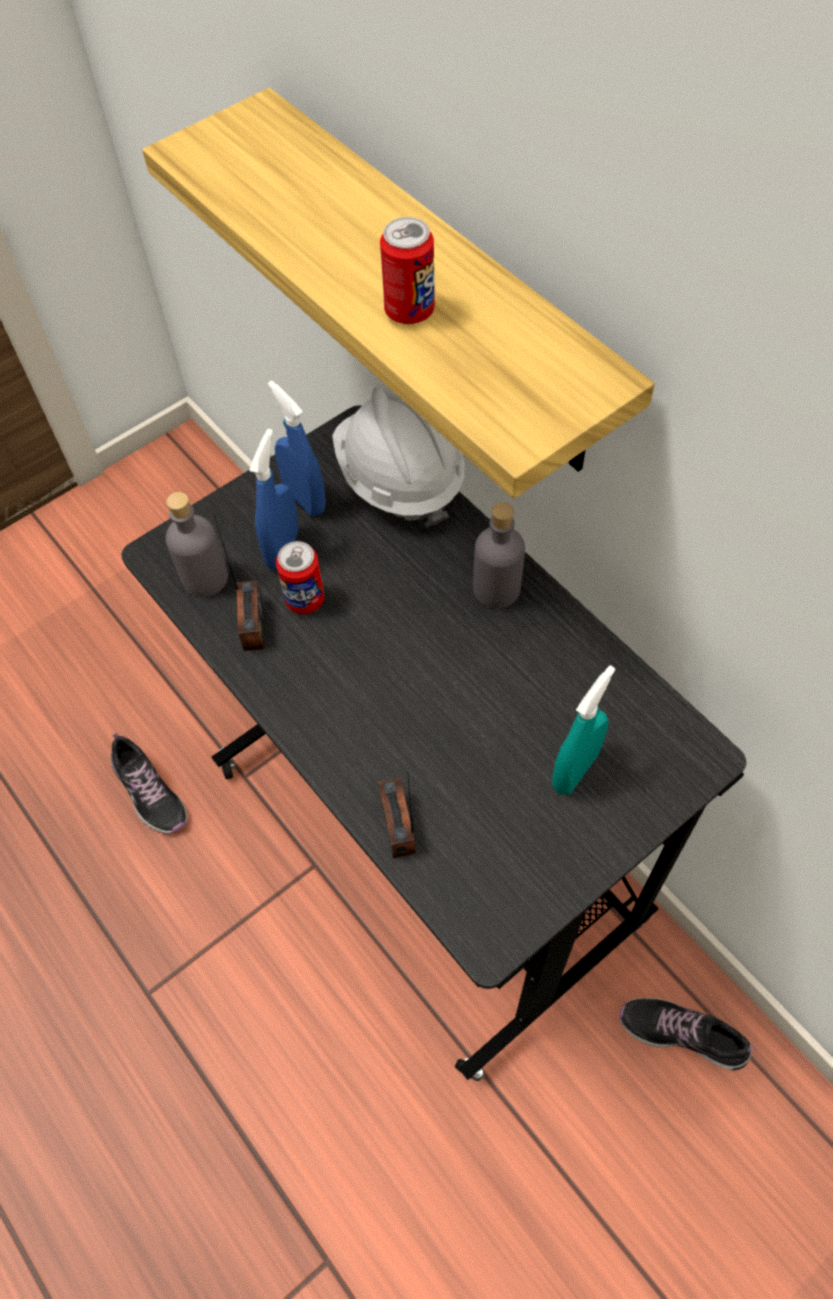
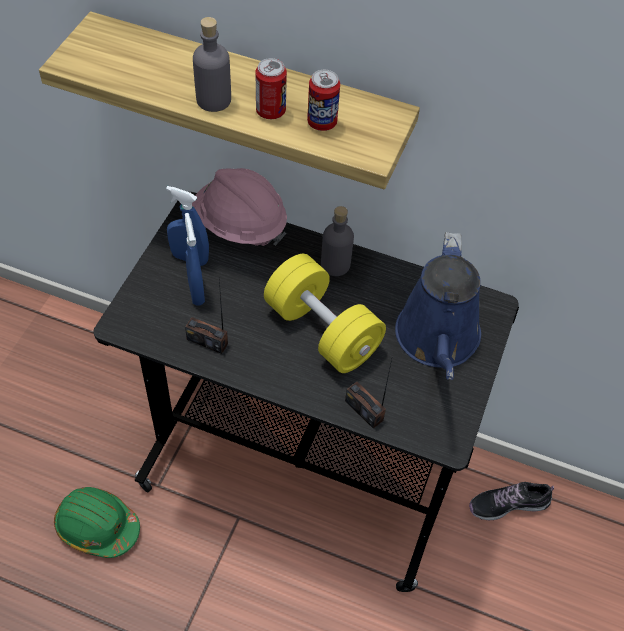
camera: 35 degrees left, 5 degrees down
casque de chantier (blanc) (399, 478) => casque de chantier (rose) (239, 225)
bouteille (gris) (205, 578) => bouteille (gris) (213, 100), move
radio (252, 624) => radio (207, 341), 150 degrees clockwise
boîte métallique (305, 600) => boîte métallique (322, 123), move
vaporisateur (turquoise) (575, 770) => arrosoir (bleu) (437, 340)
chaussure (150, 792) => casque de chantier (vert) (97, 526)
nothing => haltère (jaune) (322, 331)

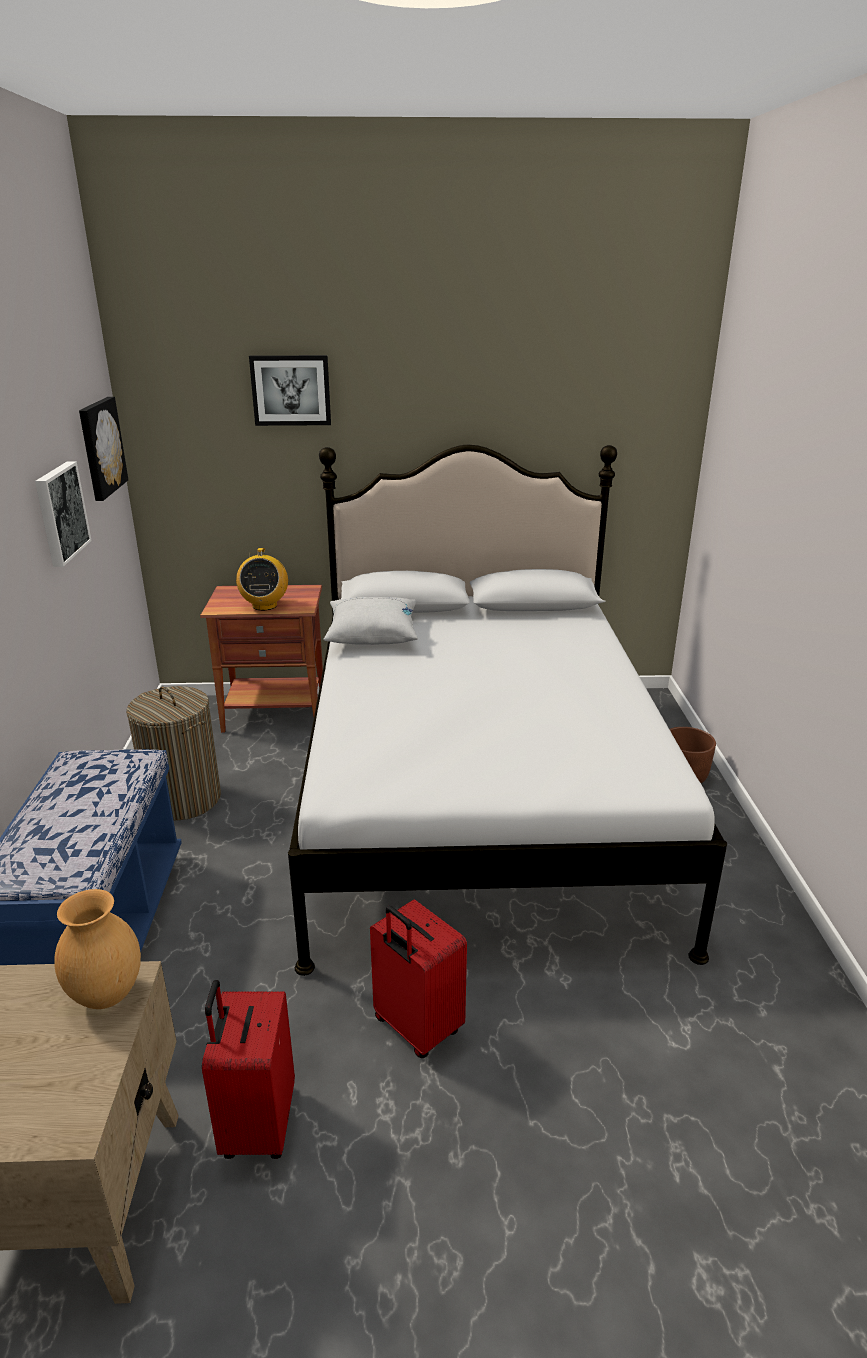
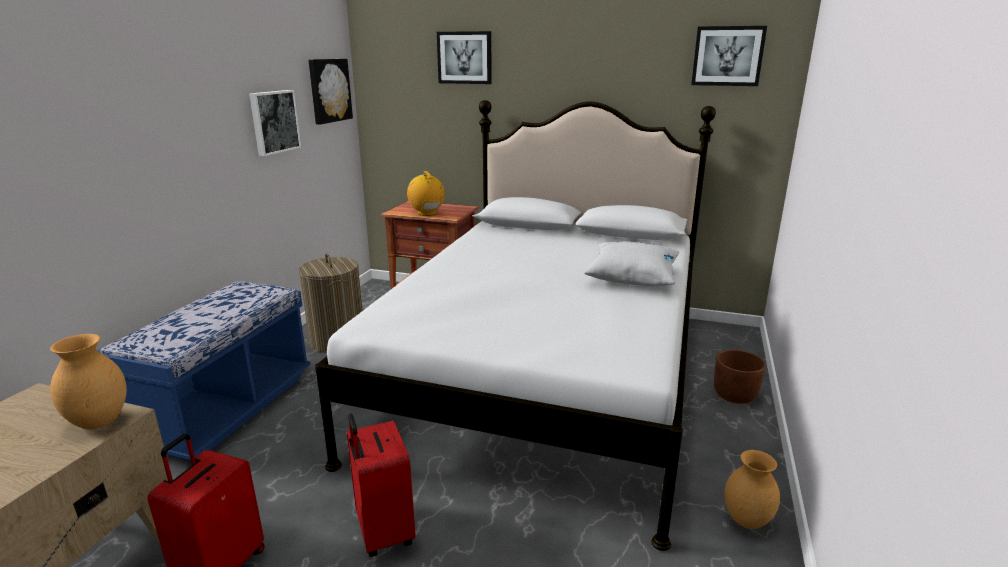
camera: 20 degrees right, 5 degrees down
radio (264, 606) => radio (427, 213), 135 degrees clockwise
coussin (gris) (372, 636) => coussin (gris) (632, 278), move
nothing => tableau (727, 56)
nothing => vase (marron) (747, 521)

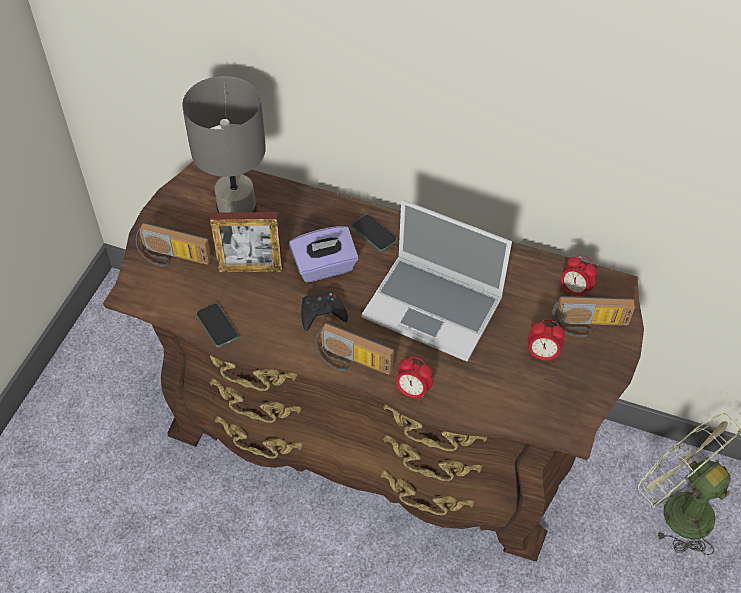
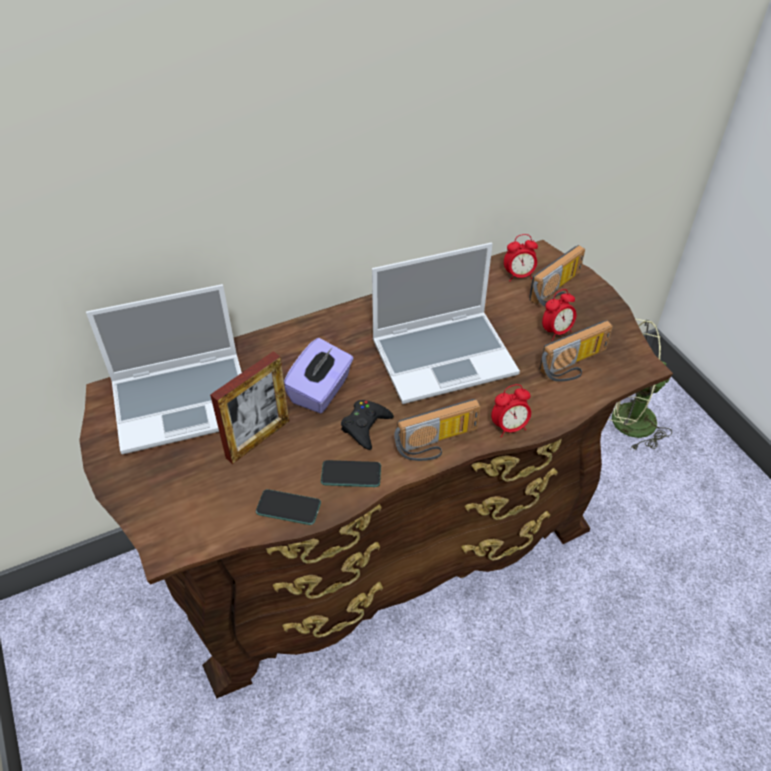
camera: 45 degrees left, 5 degrees down
lampe de table (gris) (238, 210) => ordinateur portable (184, 402)
téléphone (374, 233) => téléphone (351, 474), move
radio (172, 258) => radio (575, 366), move

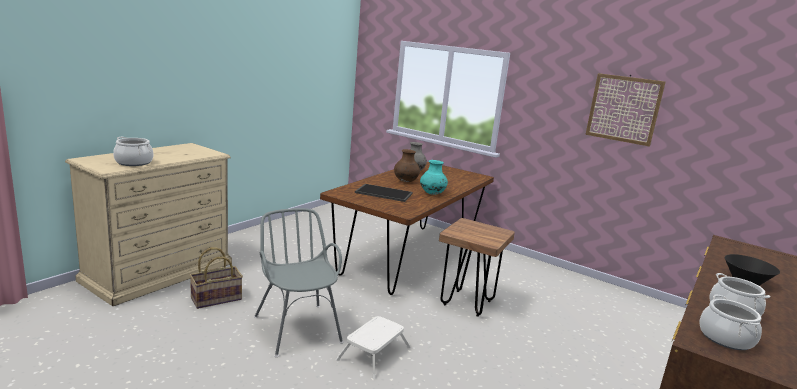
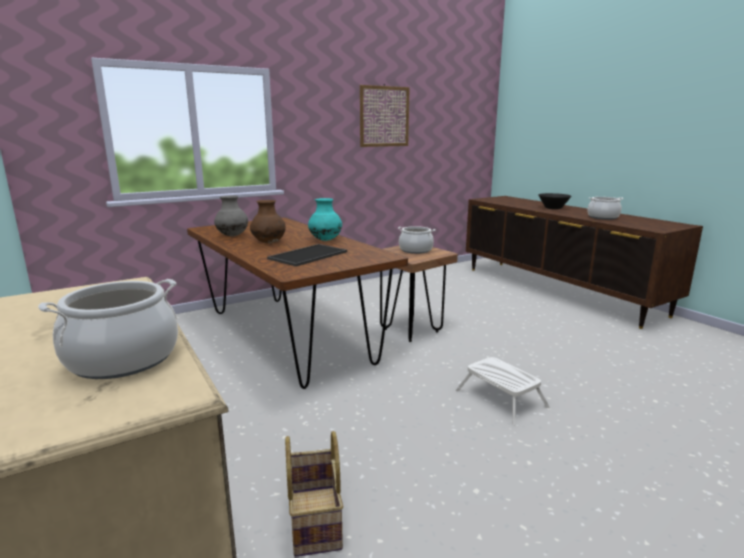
camera: 65 degrees left, 0 degrees up
chaise (gris) (296, 326) => nothing
marmite (726, 338) => marmite (415, 250), move

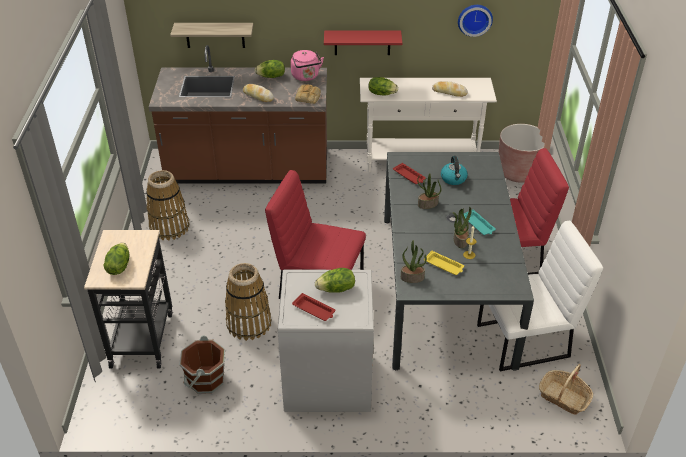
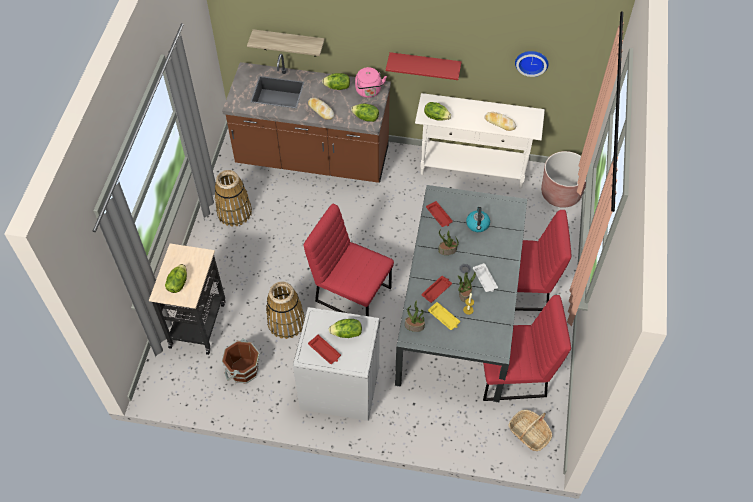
camera: 10 degrees right, 15 degrees up
pain (308, 97) => laitue (365, 118)
plateau (turquoise) (478, 225) => plateau (blanc) (485, 279)
chaise (blanc) (526, 340) => chaise (rouge) (513, 375)
nothing => plateau (rouge) (437, 290)

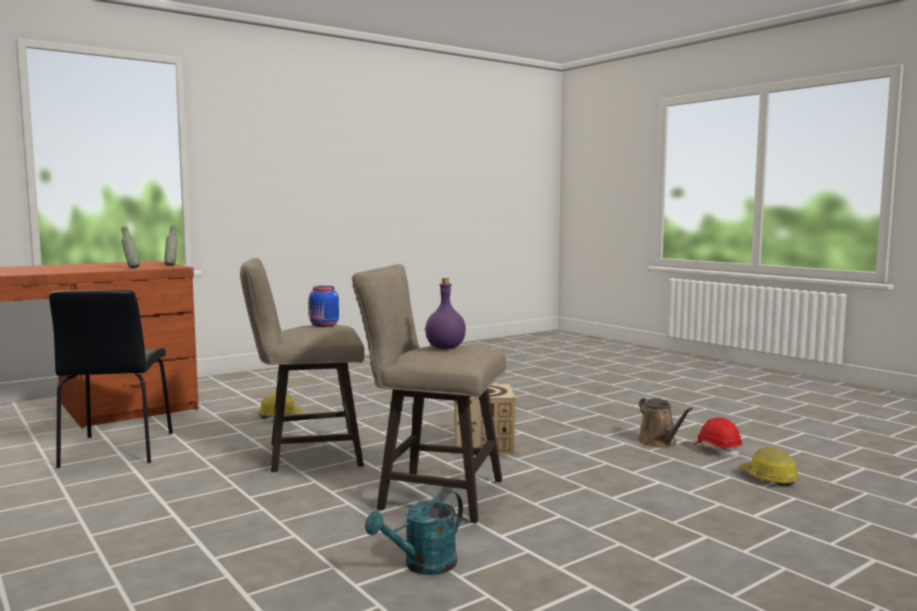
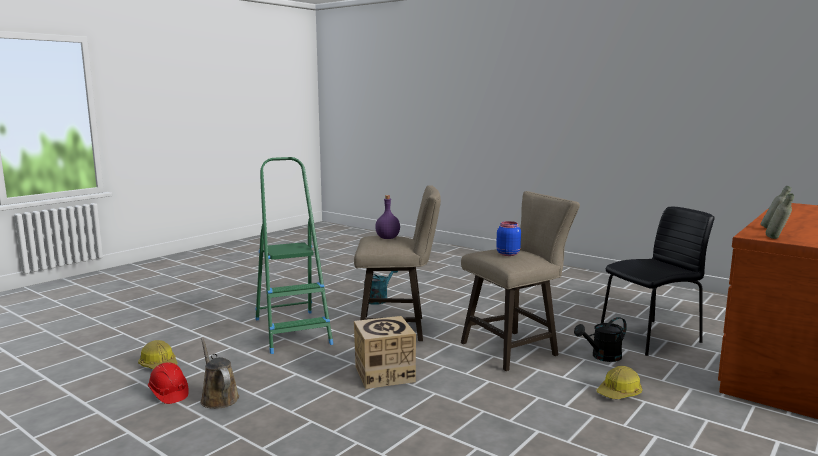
camera: 165 degrees right, 5 degrees up
chaise (noir) (117, 451) => chaise (noir) (652, 336), 90 degrees clockwise
nothing => escabeau (vert) (292, 331)
nothing => arrosoir (noir) (602, 357)

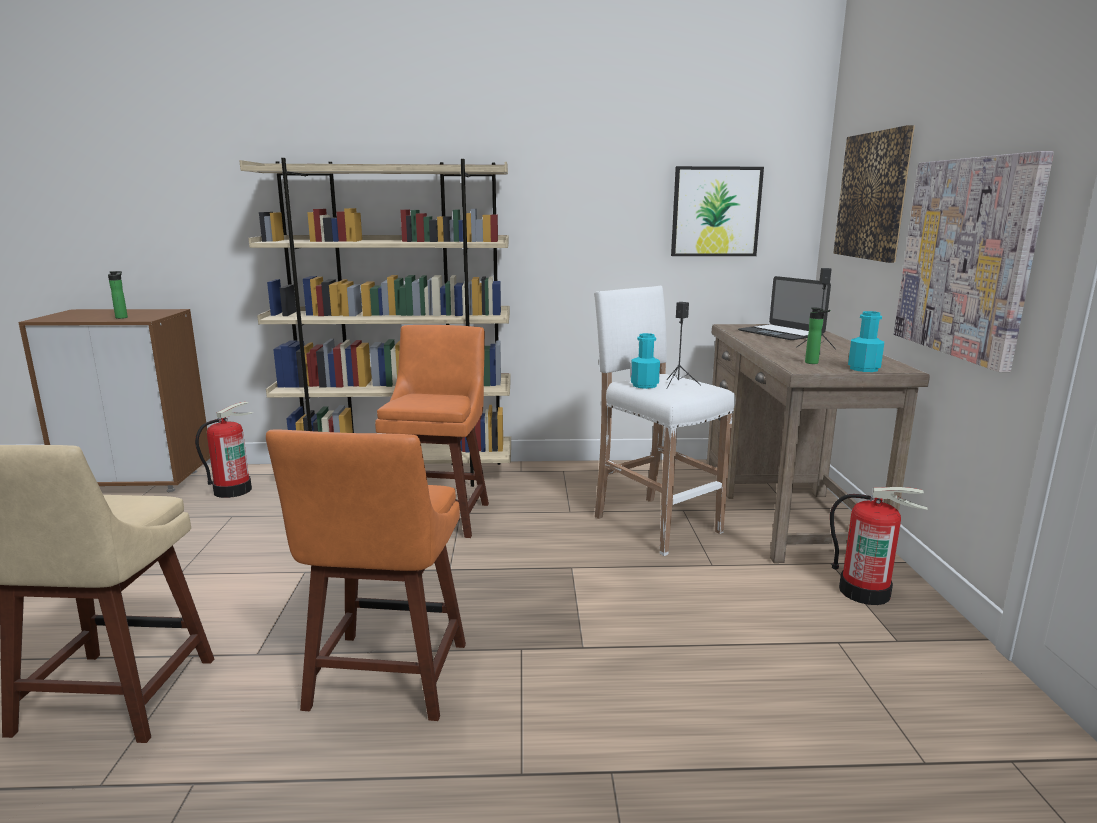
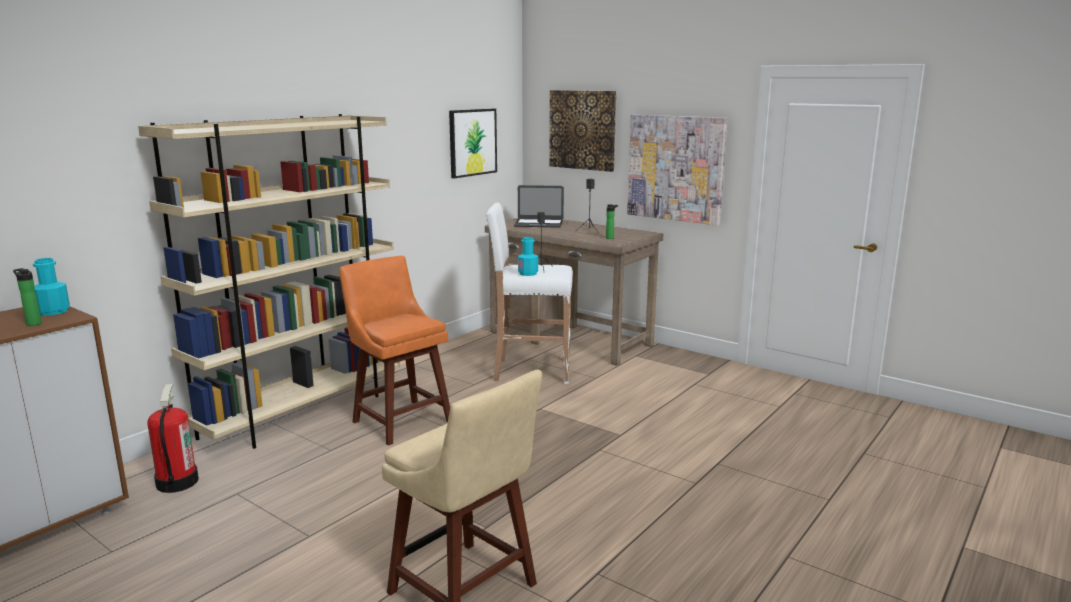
camera: 50 degrees left, 0 degrees up
bouteille (turquoise) (863, 369) => bouteille (turquoise) (53, 311), move
chaise (orange) (384, 681) => nothing
extincteur (865, 591) => nothing

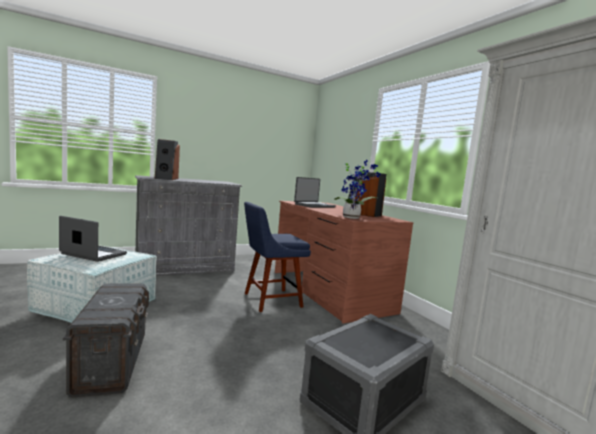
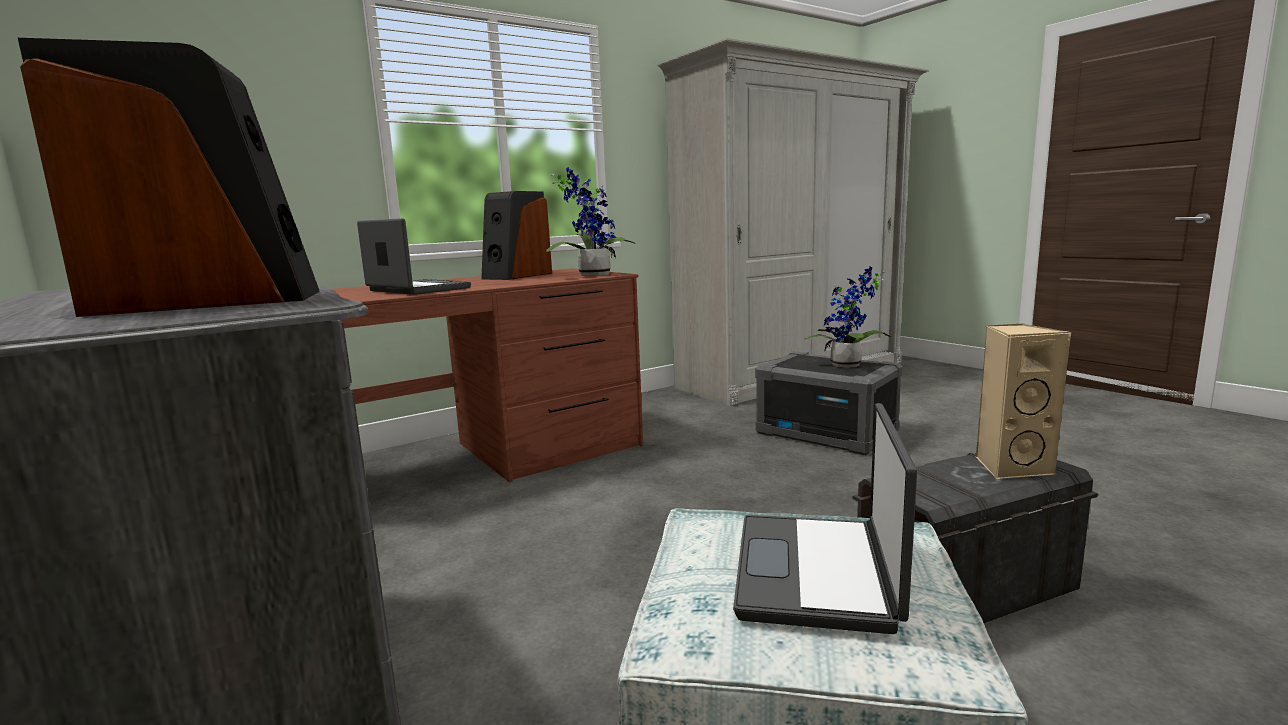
camera: 95 degrees left, 5 degrees up
chaise (bleu) (269, 300) => nothing
nothing => plante en pot (848, 366)
nothing => enceinte (beige) (1010, 467)

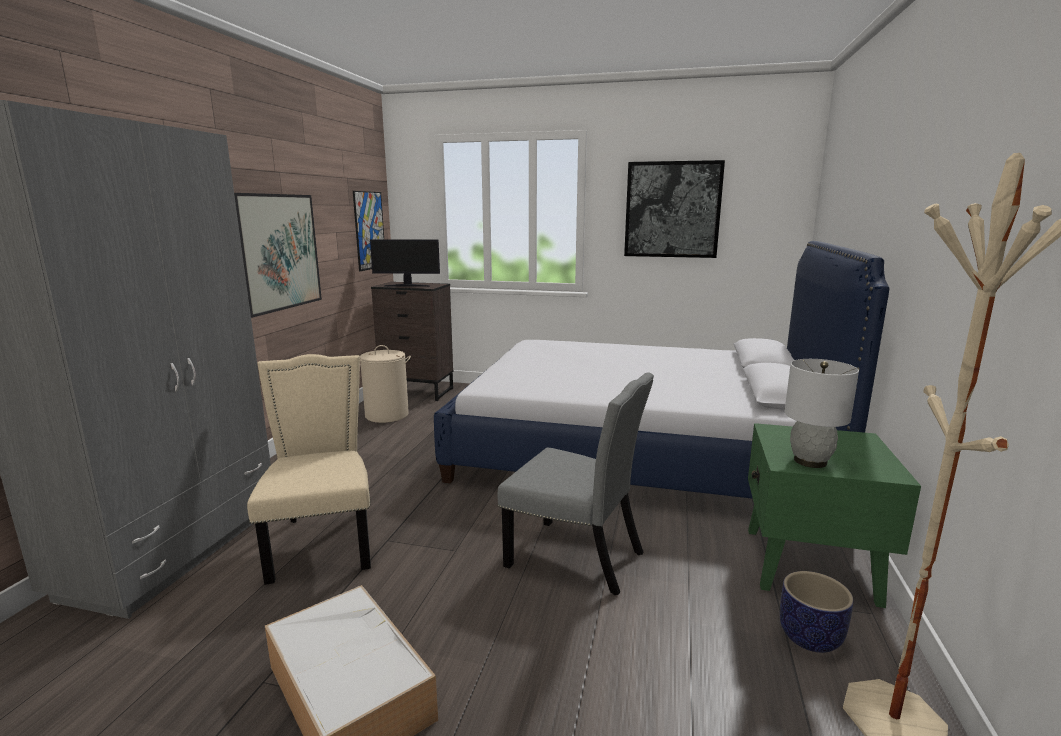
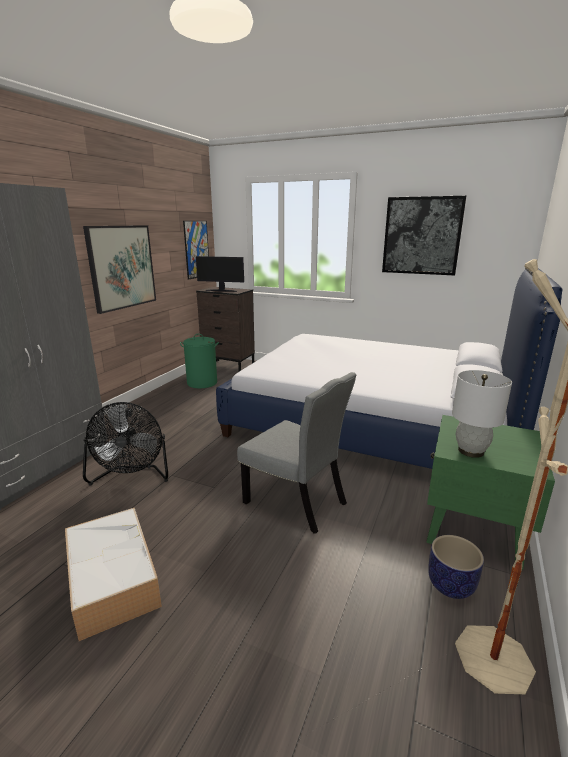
camera: 10 degrees right, 5 degrees up
panier à linge (beige) (387, 415) => panier à linge (vert) (202, 383)
chaise (beige) (323, 545) => ventilateur (noir) (129, 474)

